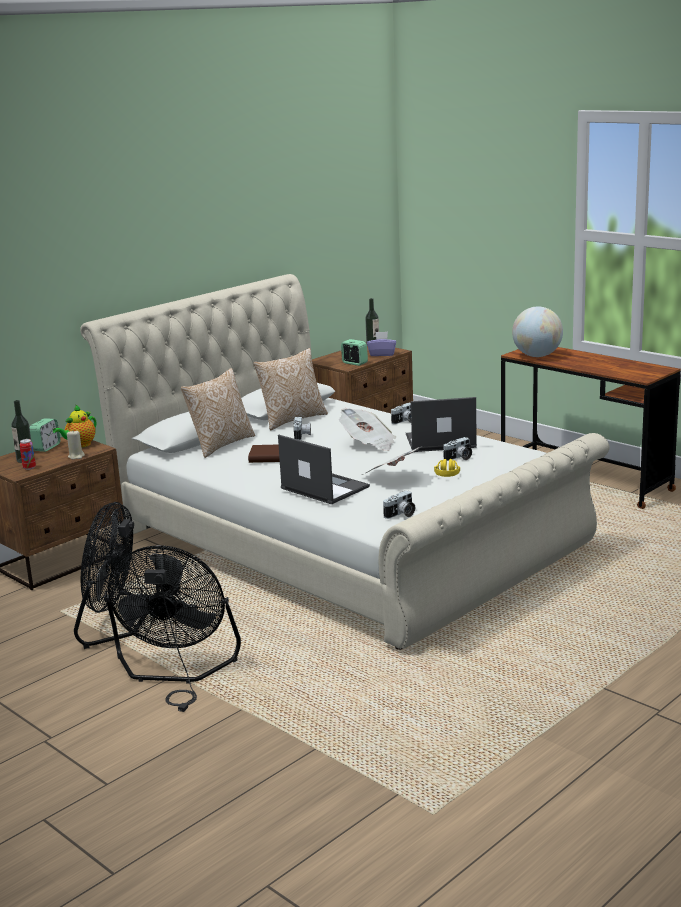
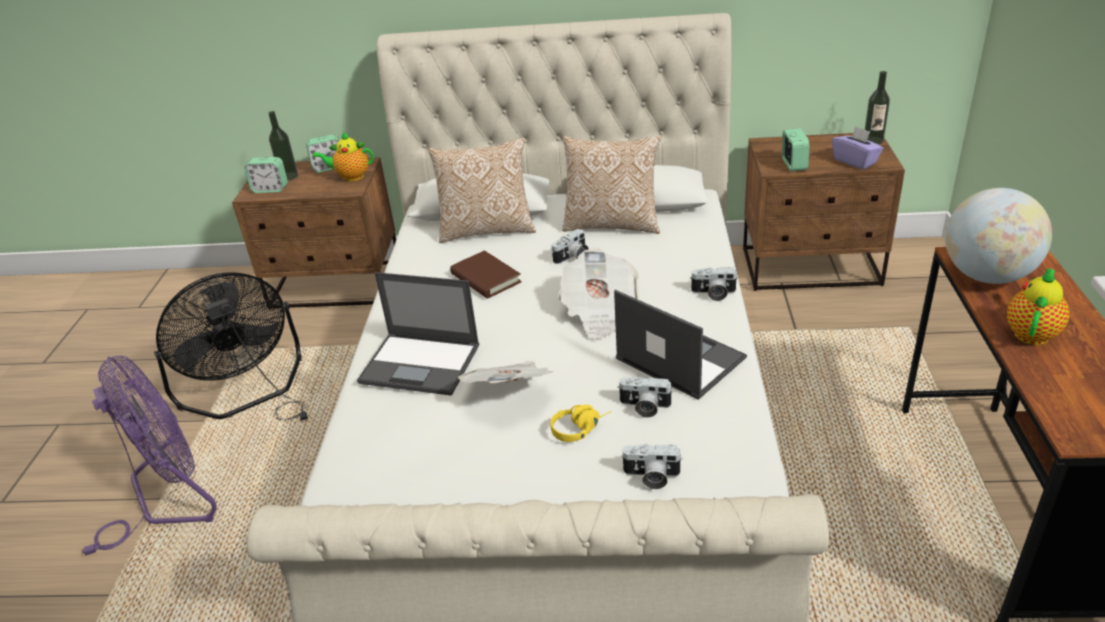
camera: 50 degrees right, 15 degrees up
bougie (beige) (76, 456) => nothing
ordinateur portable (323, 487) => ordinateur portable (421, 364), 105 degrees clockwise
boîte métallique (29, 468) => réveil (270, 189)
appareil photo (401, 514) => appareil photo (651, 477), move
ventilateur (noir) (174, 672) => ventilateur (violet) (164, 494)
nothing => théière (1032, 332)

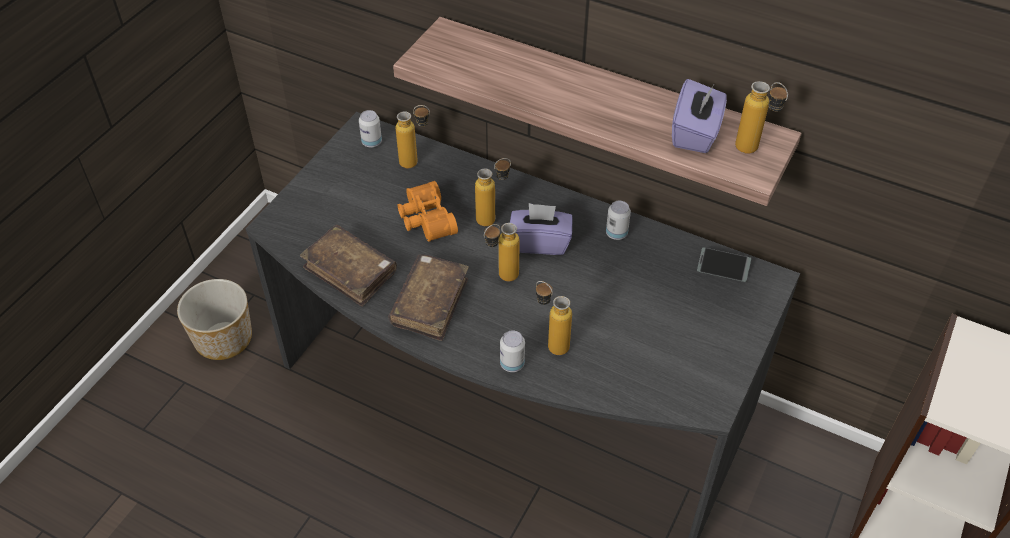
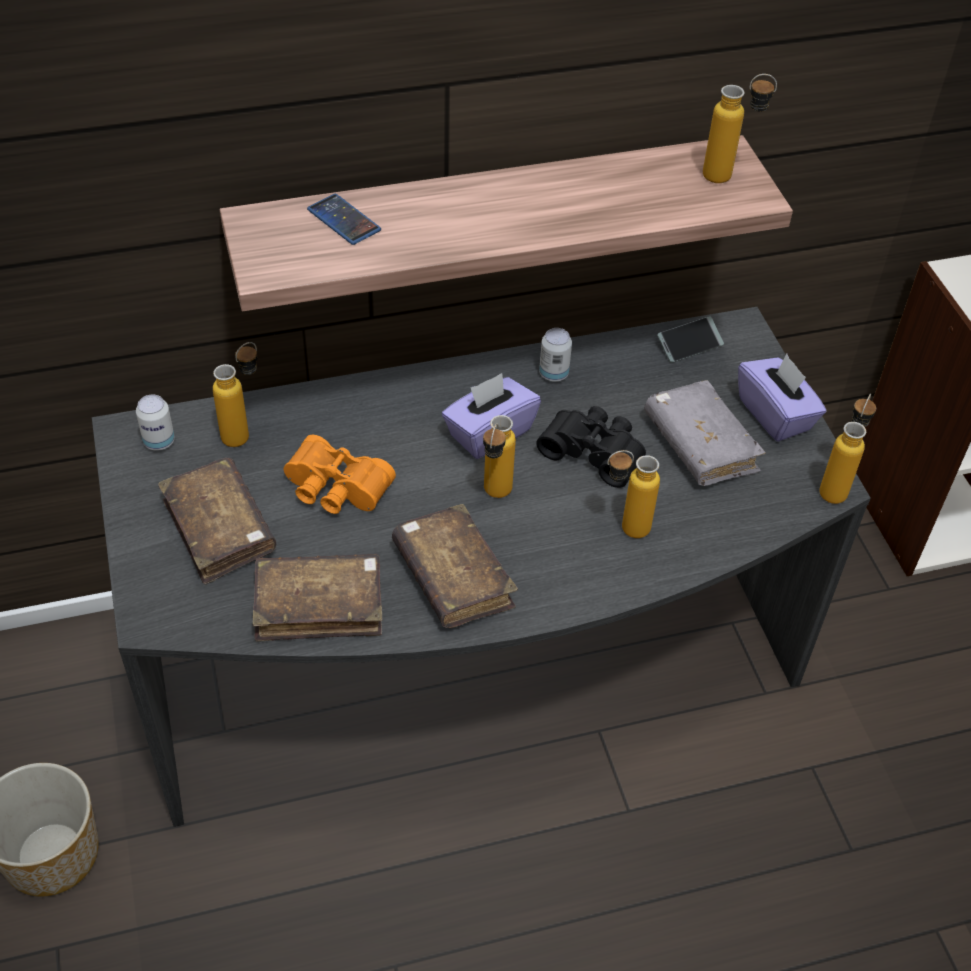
camera: 45 degrees left, 0 degrees up
boîte à mouchoirs (violet) (695, 133) => boîte à mouchoirs (violet) (775, 414), move
bouteille (493, 218) => bouteille (836, 486), move
boîte métallique (512, 364) => nothing
nothing => téléphone (344, 220)
nothing => livre (gris) (700, 444)
nothing => jumelles (noir) (594, 451)
nothing => livre (marron) (219, 529)

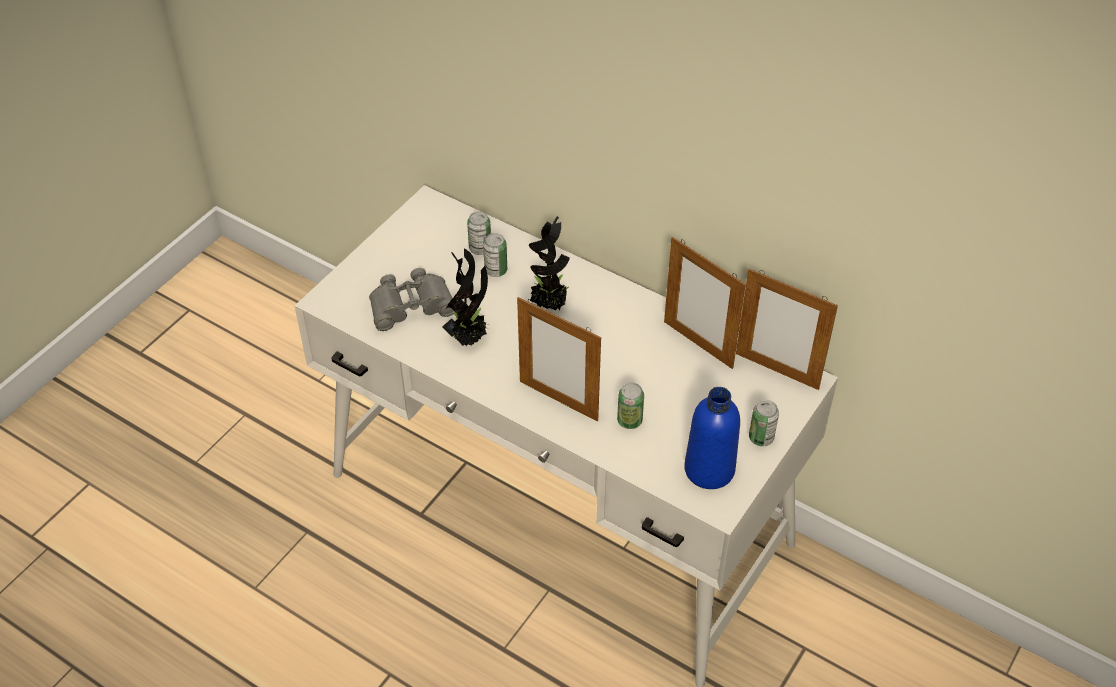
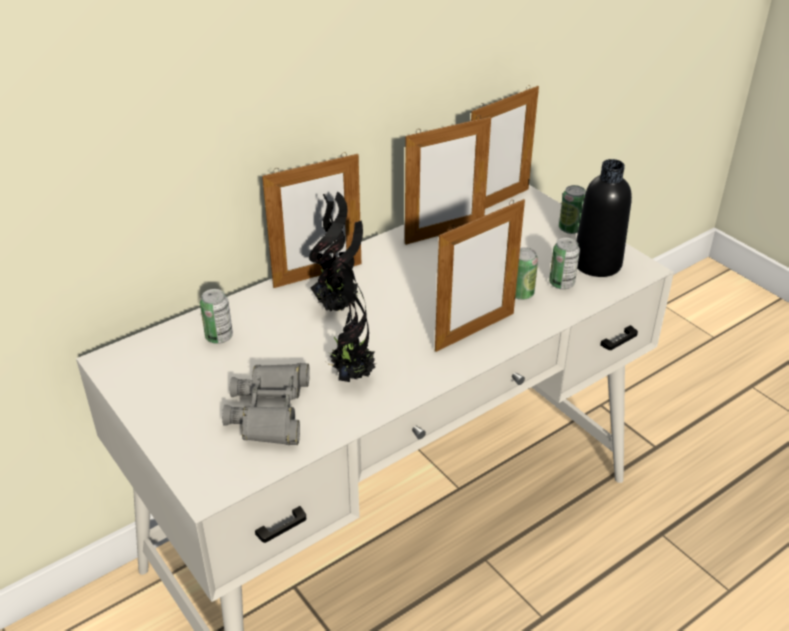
camera: 70 degrees left, 10 degrees down
boîte métallique (496, 270) => boîte métallique (561, 283), move
bouteille (bleu) (709, 469) => bouteille (noir) (597, 263)
nothing => cadre photo (318, 275)

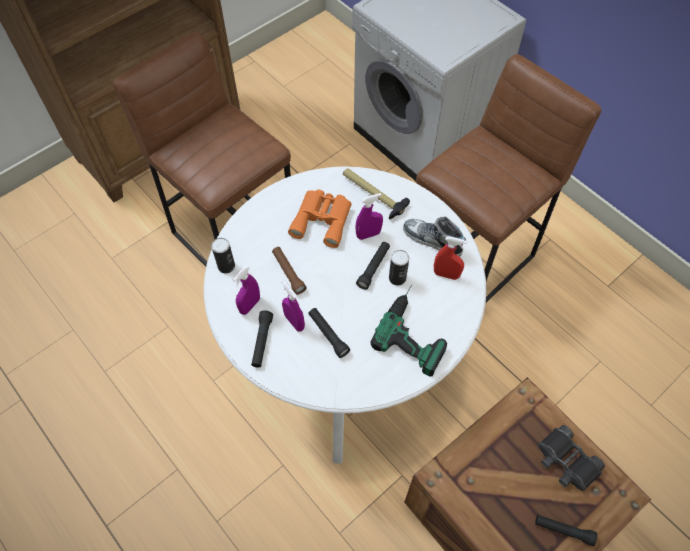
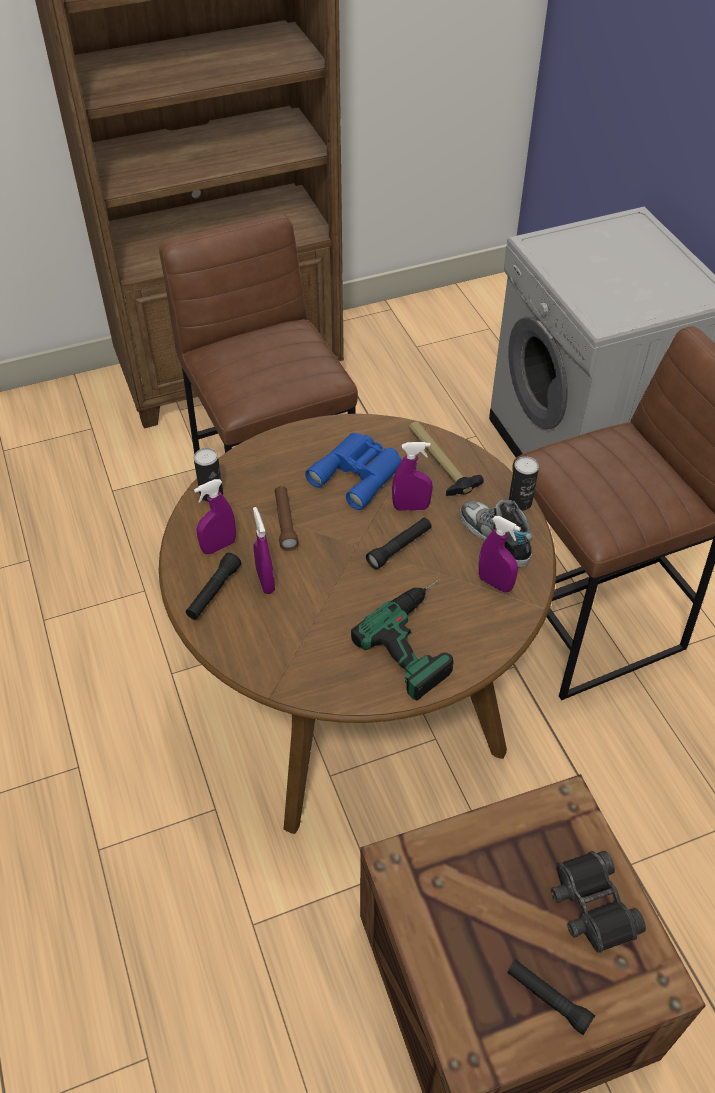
camera: 20 degrees right, 10 degrees down
table à manger (blanc) (345, 356) => table à manger (marron) (357, 698)
jumelles (orange) (323, 219) => jumelles (bleu) (359, 473)
vaporisateur (rouge) (446, 274) => vaporisateur (violet) (495, 583)
boîte métallique (397, 278) => boîte métallique (520, 502), move
lampe de poche (noir) (328, 334) => nothing

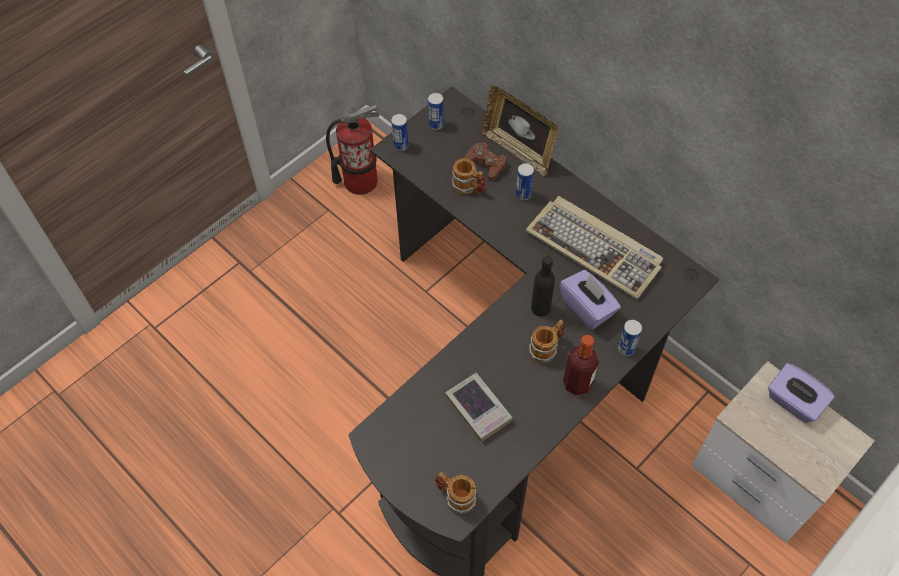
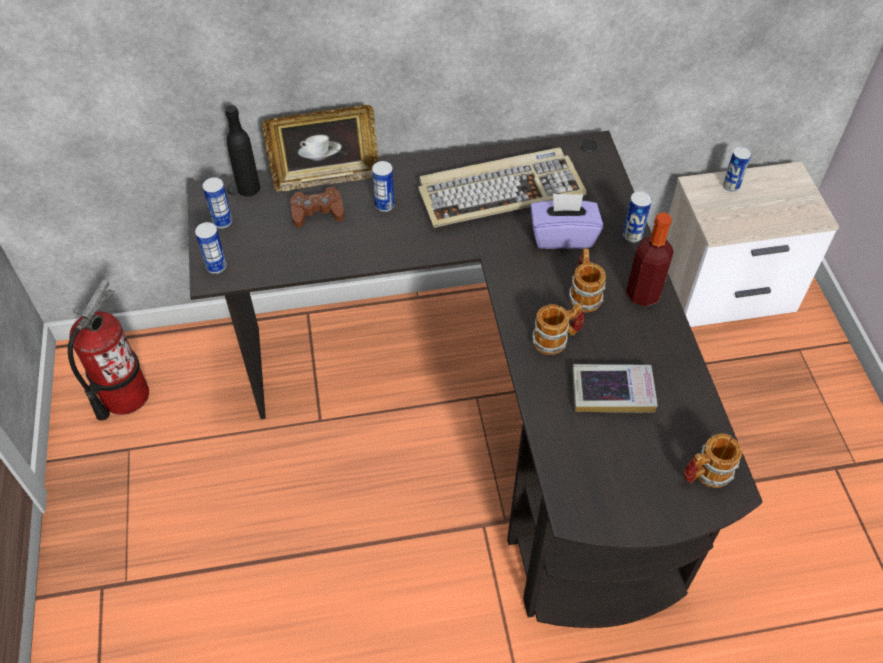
camera: 55 degrees left, 5 degrees down
mug (468, 187) => mug (556, 339), move
bouteille (noir) (540, 308) => bouteille (noir) (248, 188), move
boîte à mouchoirs (violet) (793, 402) => boîte métallique (731, 186)

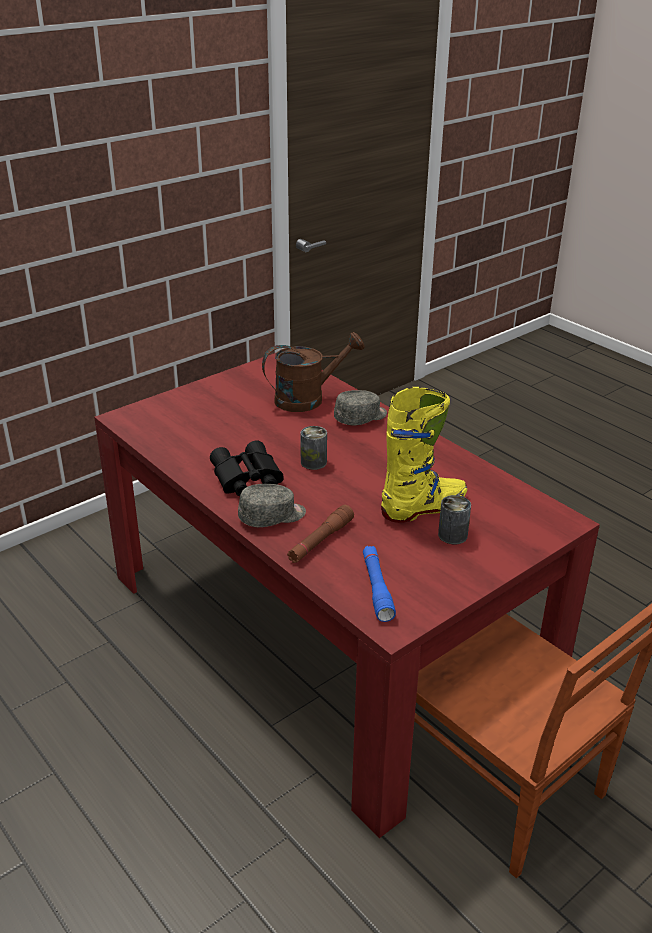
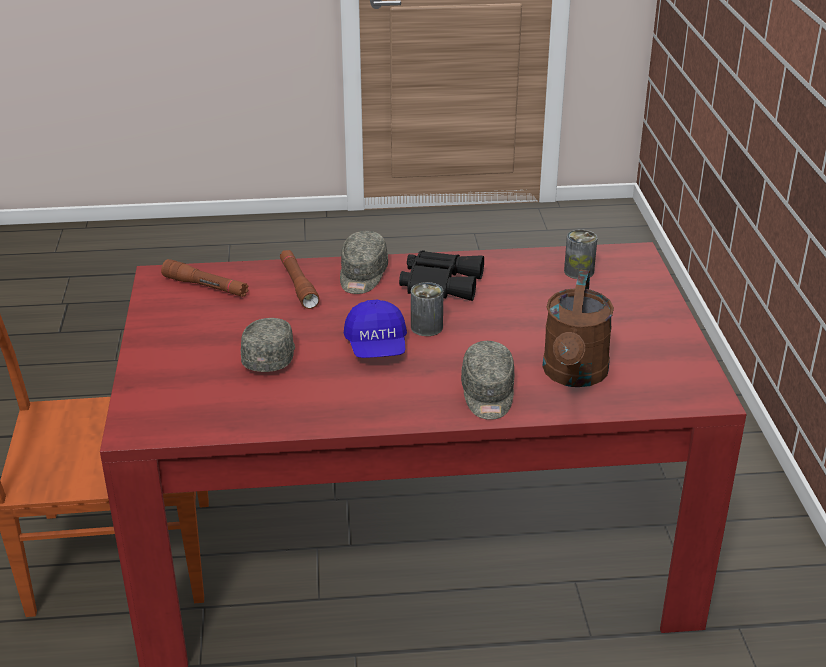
camera: 125 degrees right, 0 degrees up
botte (jaune) (424, 508) => casquette (gris) (270, 355)
boîte métallique (452, 535) => boîte métallique (579, 271), move
lampe de poche (bleu) (377, 588) => lampe de poche (marron) (206, 286)
nothing => casquette (bleu) (377, 347)

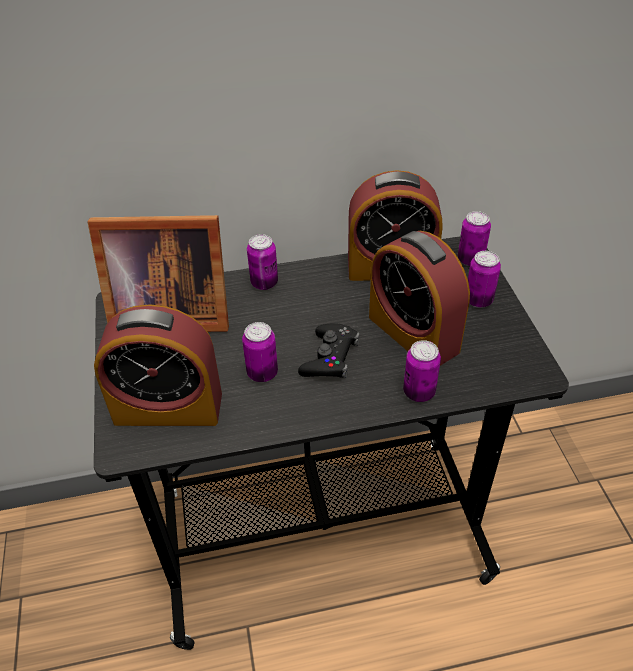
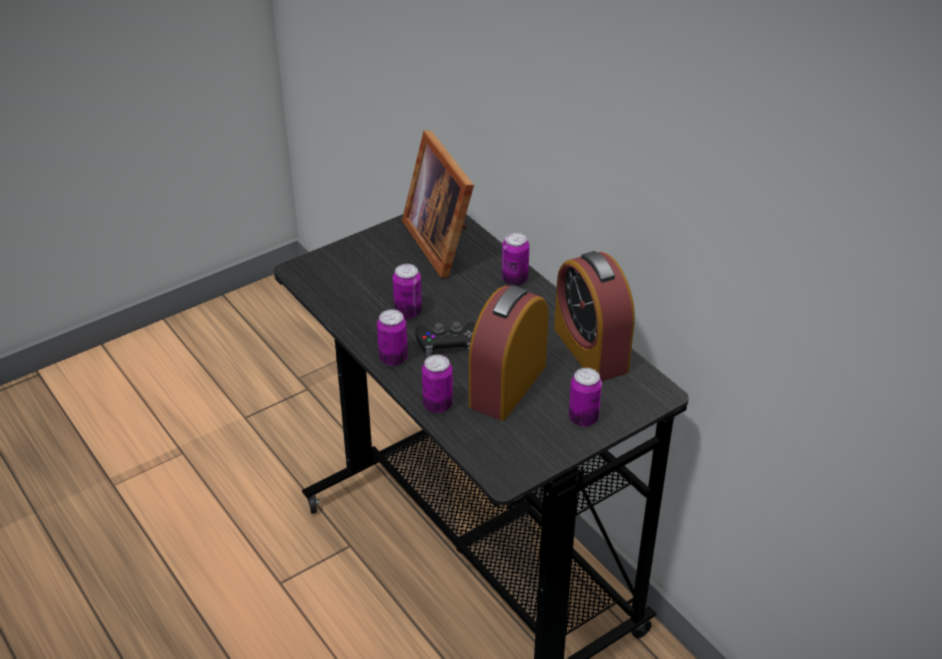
camera: 65 degrees right, 5 degrees down
boîte métallique (470, 259) => boîte métallique (393, 359), move
réveil (168, 407) => nothing

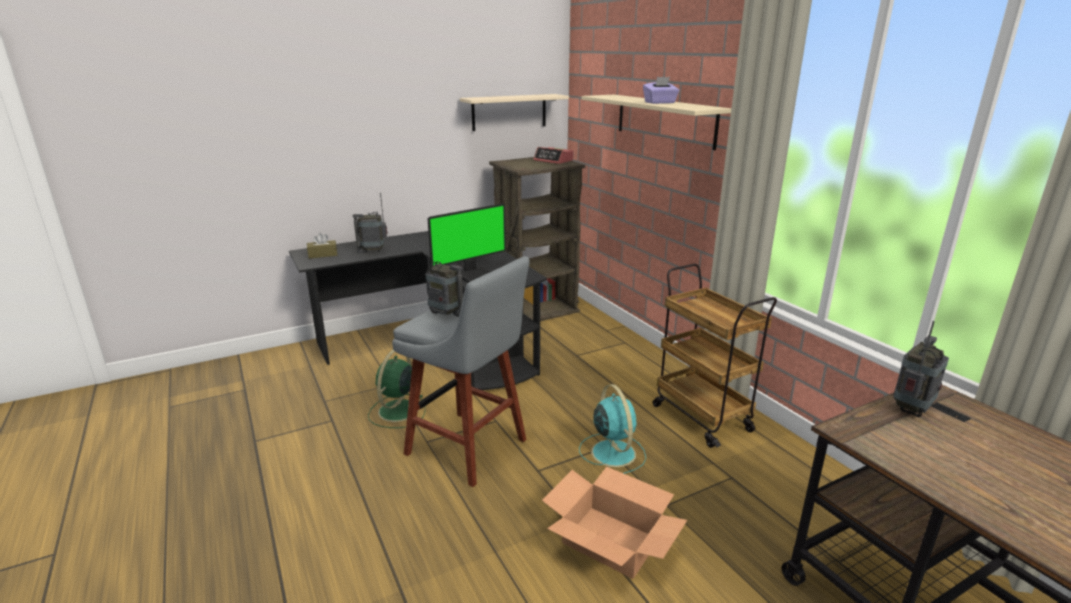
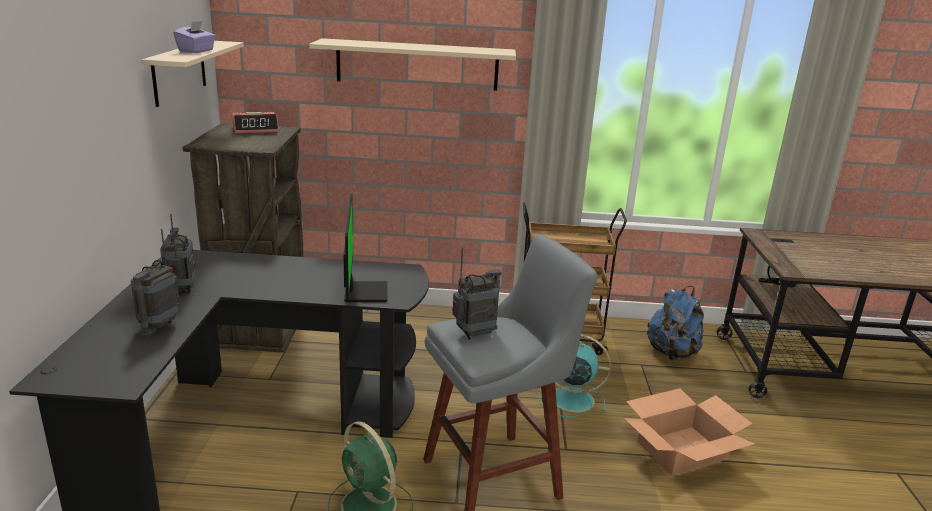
camera: 60 degrees left, 0 degrees up
boîte à mouchoirs (violet) (660, 103) => boîte à mouchoirs (violet) (196, 51), move
boîte à mouchoirs (marron) (323, 255) => nothing
radio (911, 409) => radio (182, 290), move
nothing => sac à dos (bleu) (672, 353)

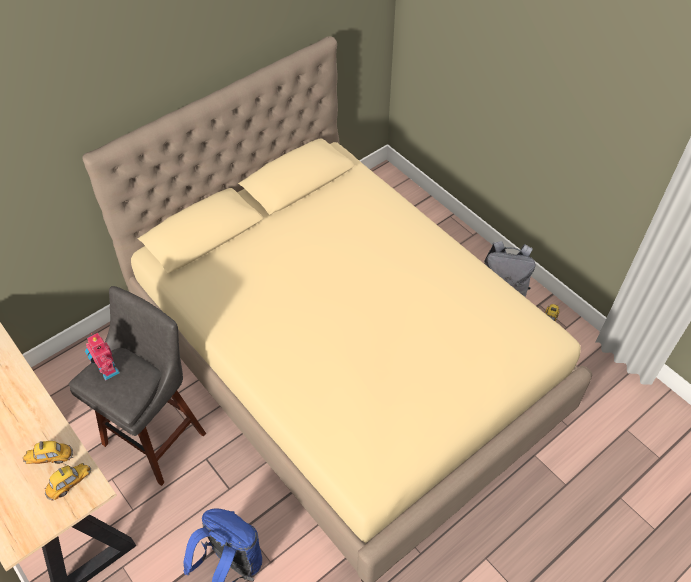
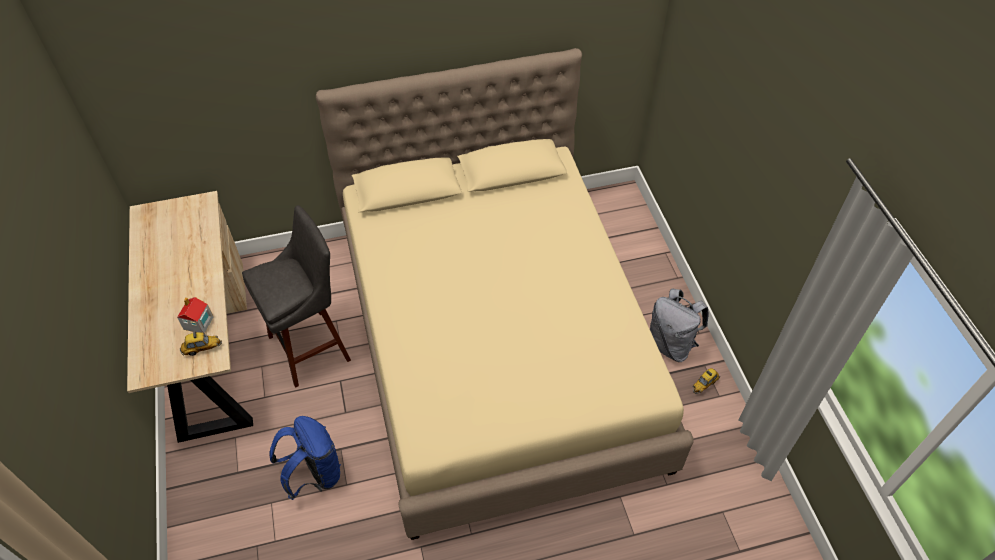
camera: 25 degrees right, 0 degrees up
robot jouet (107, 371) => nothing
petite voiture (50, 458) => maison miniature (198, 323)

